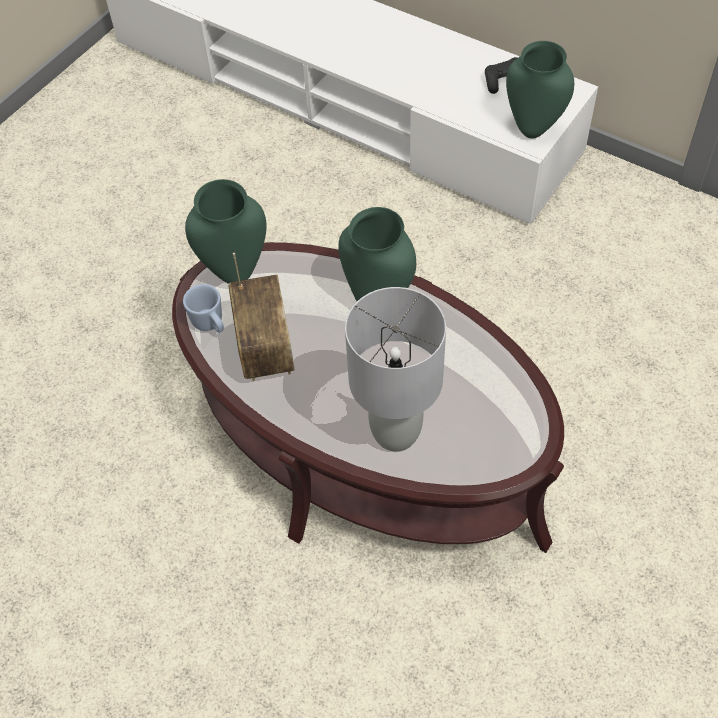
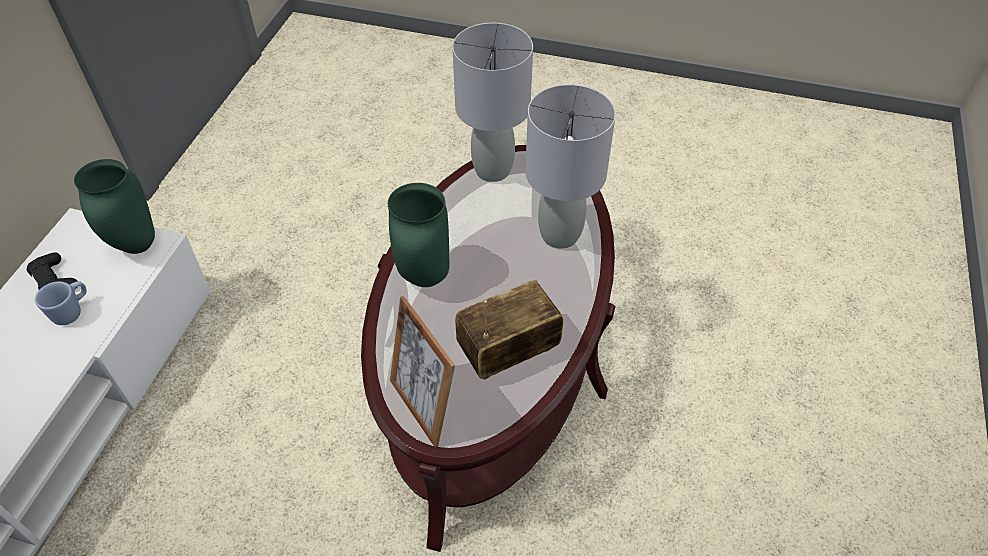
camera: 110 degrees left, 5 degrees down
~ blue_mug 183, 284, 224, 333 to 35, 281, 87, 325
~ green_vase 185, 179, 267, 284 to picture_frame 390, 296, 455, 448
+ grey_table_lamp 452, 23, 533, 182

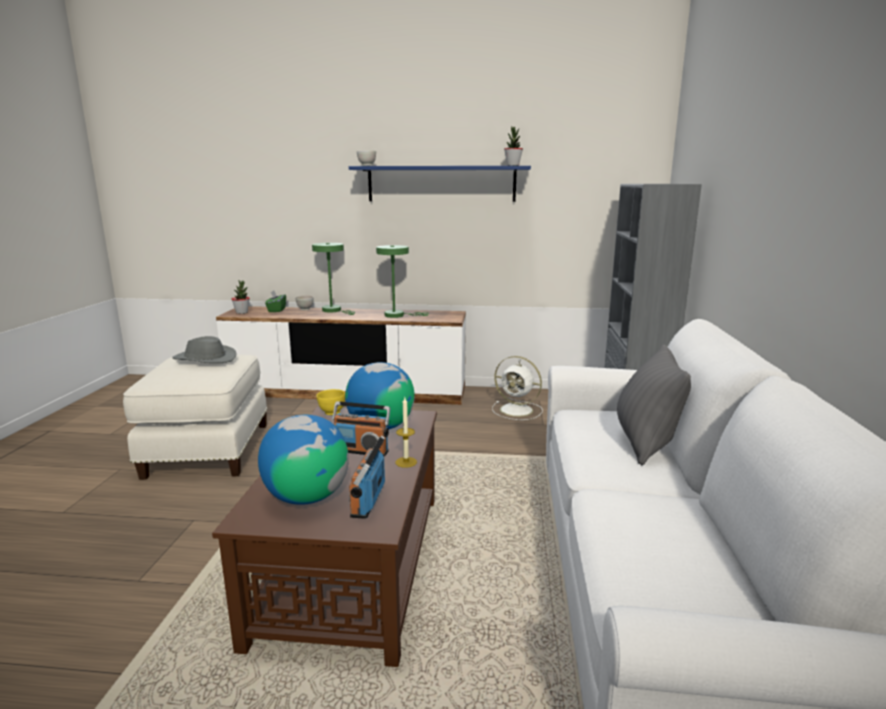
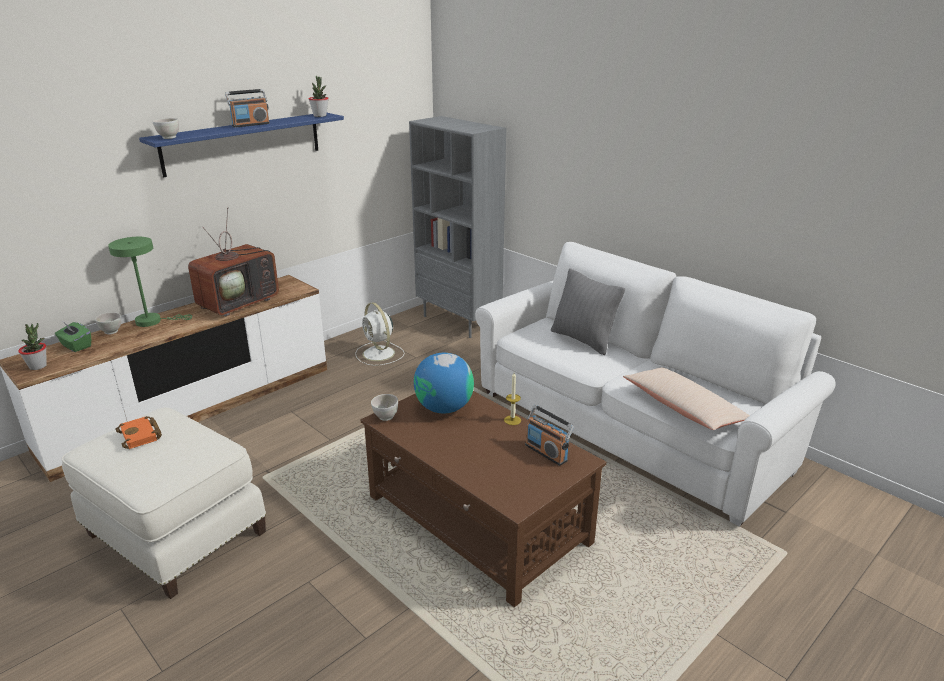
camera: 50 degrees left, 10 degrees up
~ grey_hat 172, 336, 237, 363 to orange_book 115, 416, 162, 449
- globe 258, 415, 349, 505
~ yellow_bowl 316, 389, 345, 415 to white_bowl 371, 394, 398, 421
~ radio 332, 401, 390, 457 to 225, 89, 270, 128
~ green_table_lamp 376, 245, 429, 318 to television 188, 207, 279, 316
~ white_fan 492, 356, 543, 420 = 355, 302, 405, 366 75 degrees clockwise
+ beige_pillow 623, 367, 750, 430

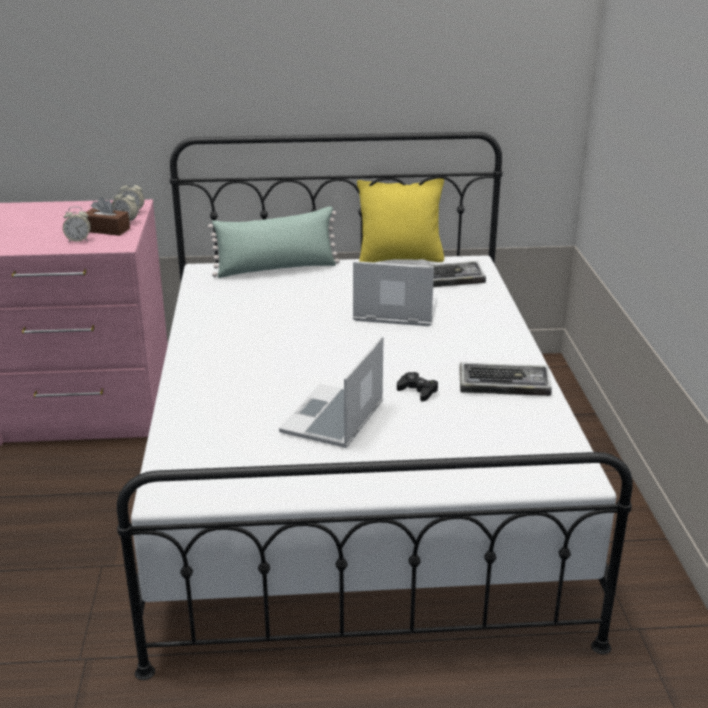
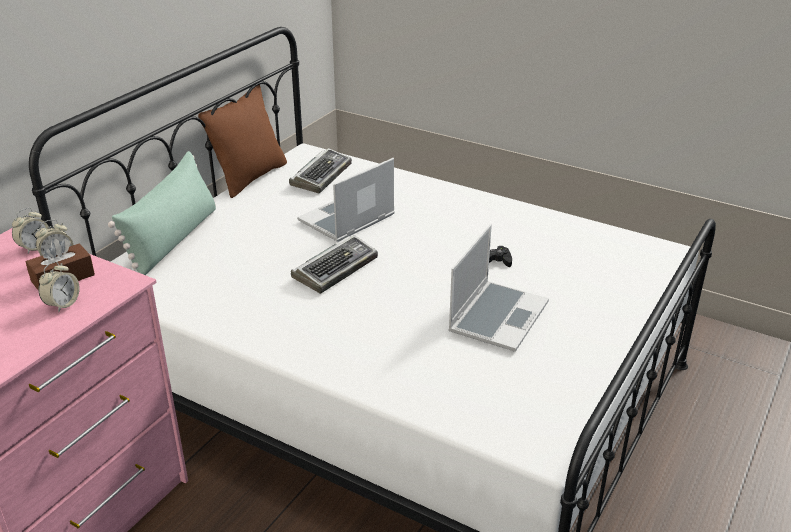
camera: 55 degrees left, 5 degrees up
~ laptop 279, 336, 384, 448 = 448, 225, 549, 352 120 degrees counterclockwise
~ yellow_pillow 357, 178, 444, 262 to brown_pillow 198, 85, 287, 198
~ keyboard 459, 362, 552, 396 to 291, 235, 378, 294

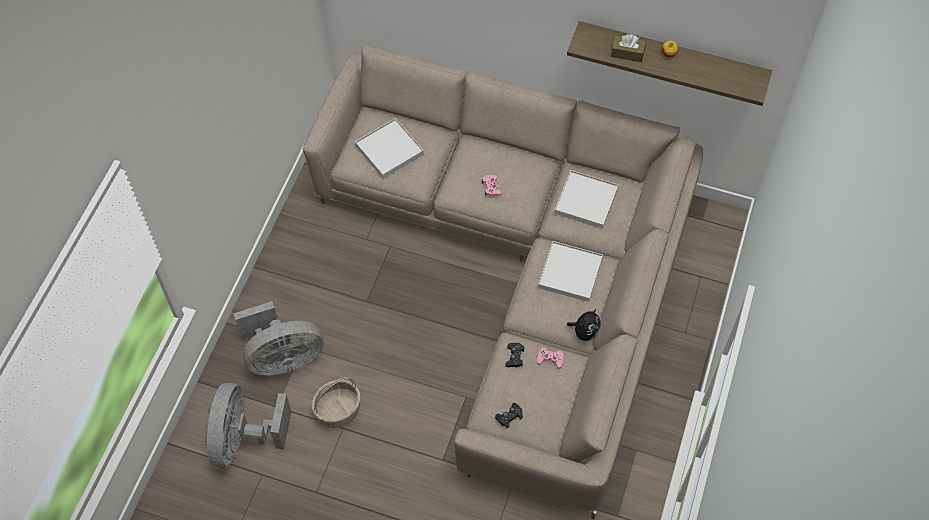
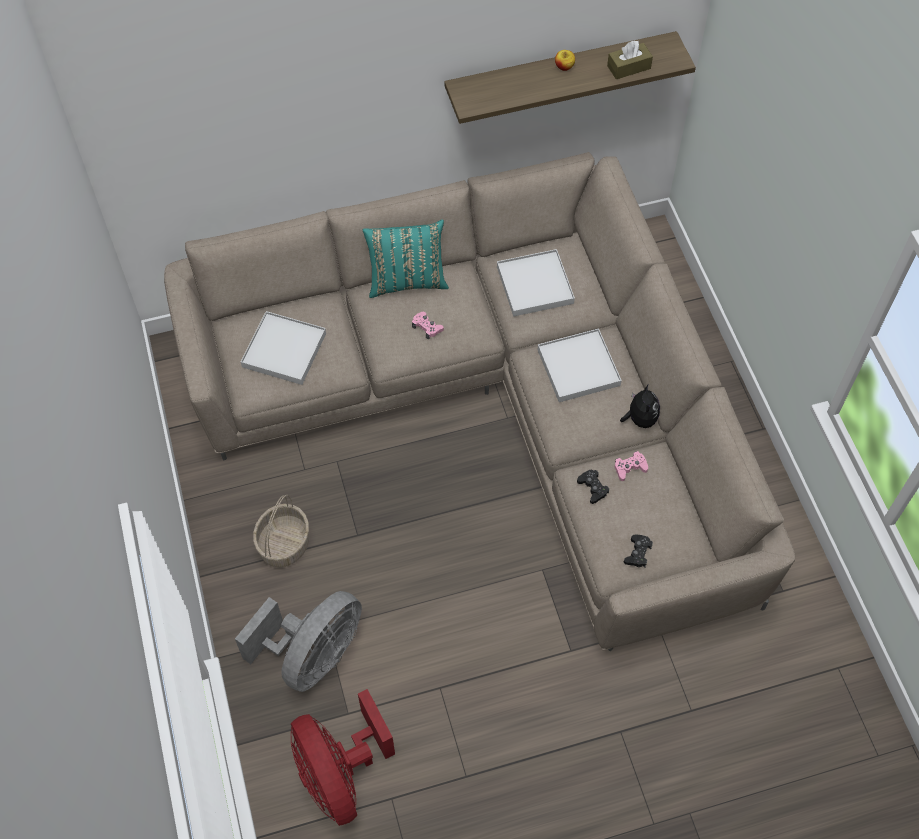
camera: 35 degrees left, 0 degrees up
~ grey_fan 205, 383, 292, 468 to red_fan 291, 689, 395, 826
~ basket 312, 377, 361, 428 to 253, 495, 309, 568
~ brown_tissue_box 611, 34, 646, 62 to 607, 41, 653, 79
+ turquoise_pillow 363, 219, 449, 298

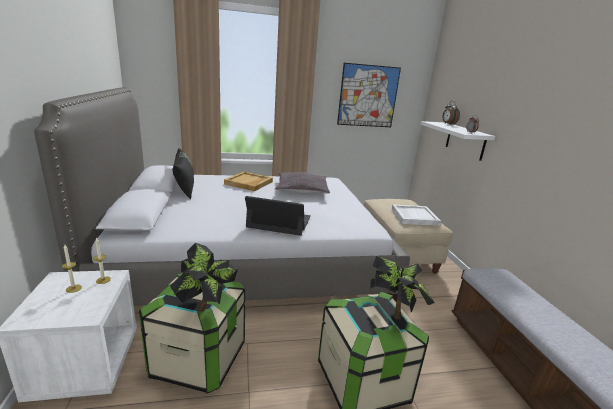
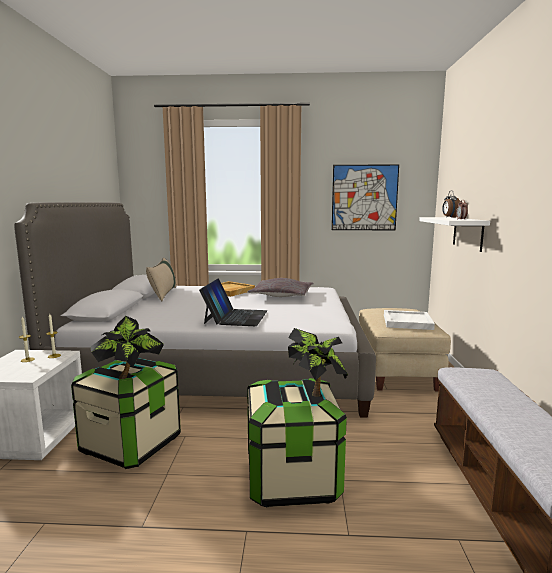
camera: 15 degrees right, 10 degrees down
~ black_pillow 173, 148, 194, 199 to beige_pillow 146, 258, 176, 301
~ laptop 245, 196, 311, 236 = 199, 278, 267, 326 75 degrees clockwise

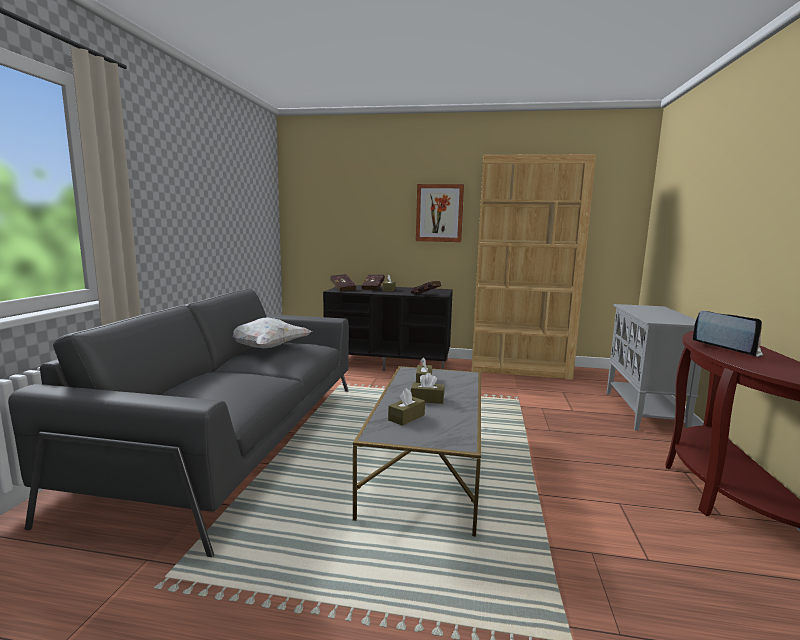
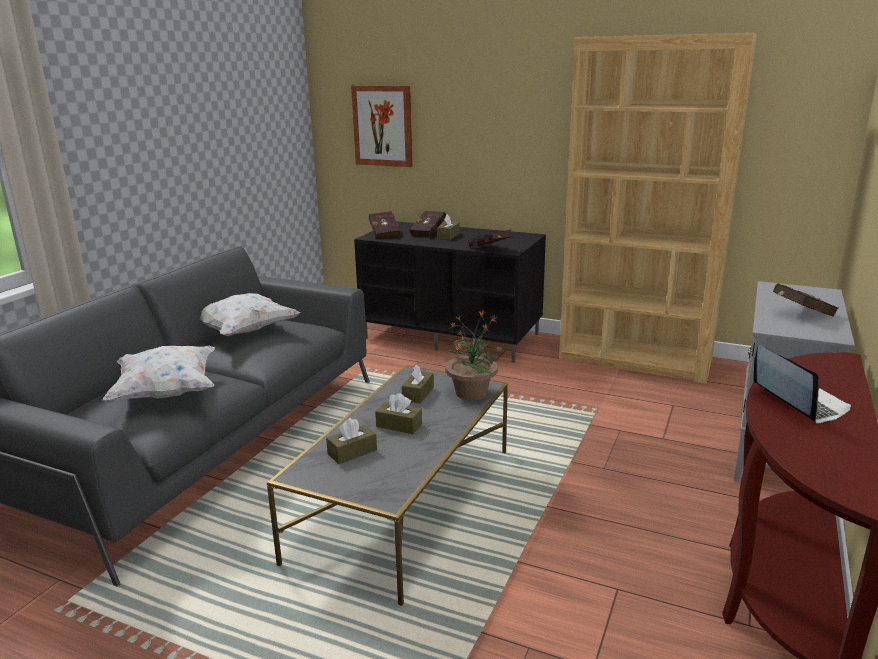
camera: 15 degrees right, 10 degrees up
~ picture 416, 184, 464, 242 to 351, 85, 413, 167
+ white_pillow 102, 345, 215, 403
+ potted_plant 445, 311, 505, 400
+ red_book 773, 283, 838, 317

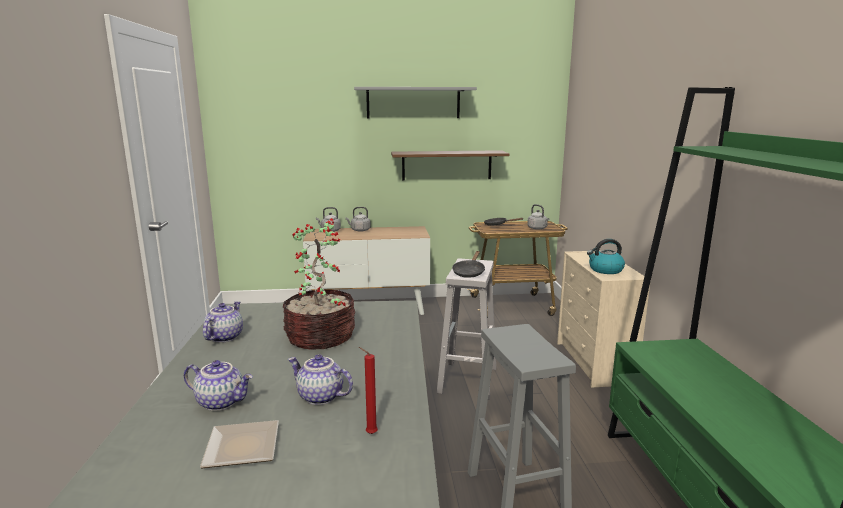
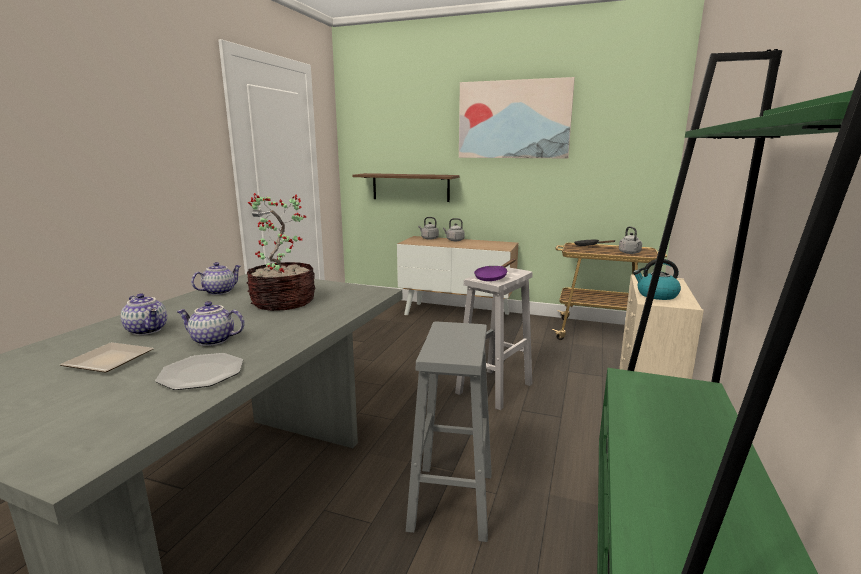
camera: 25 degrees right, 0 degrees up
~ teapot 288, 354, 353, 405 = 176, 301, 244, 346 45 degrees counterclockwise
~ grey_shelf 354, 87, 477, 118 to picture 459, 77, 575, 158
~ red_candle 359, 347, 378, 434 to plate 155, 353, 243, 390
~ brown_shelf 391, 150, 509, 181 to 352, 173, 460, 202
~ black_frying_pan 452, 251, 485, 278 to purple_frying_pan 474, 259, 515, 281

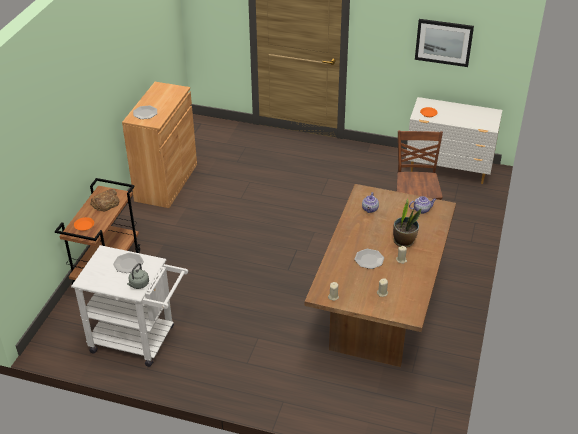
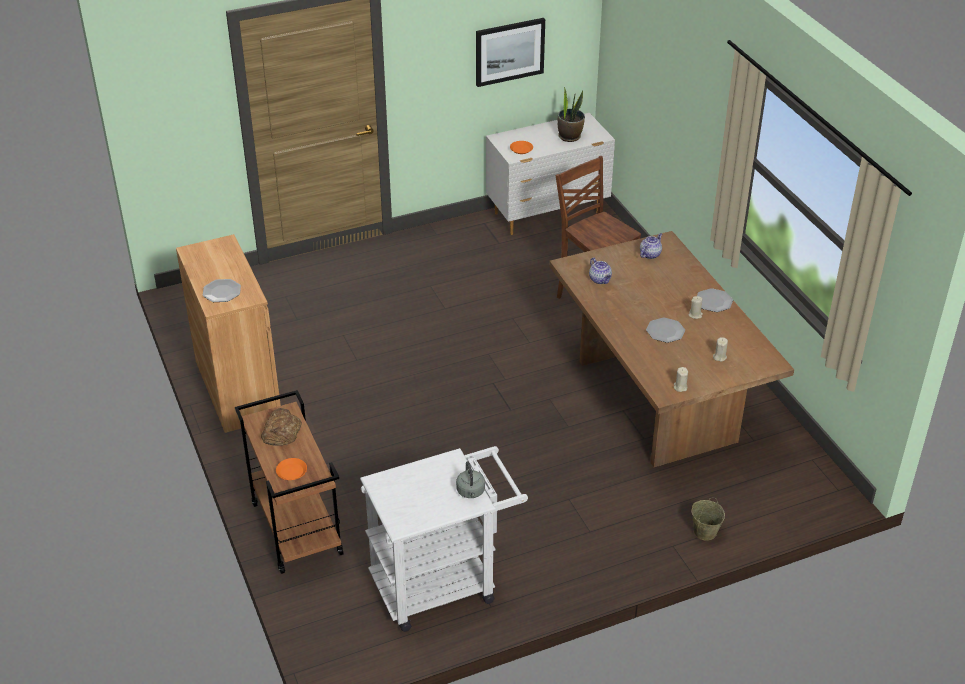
camera: 40 degrees left, 0 degrees up
~ plate 113, 253, 144, 273 to 697, 288, 733, 312
~ potted_plant 393, 198, 421, 247 to 558, 87, 585, 142
+ beige_bucket 691, 497, 725, 541

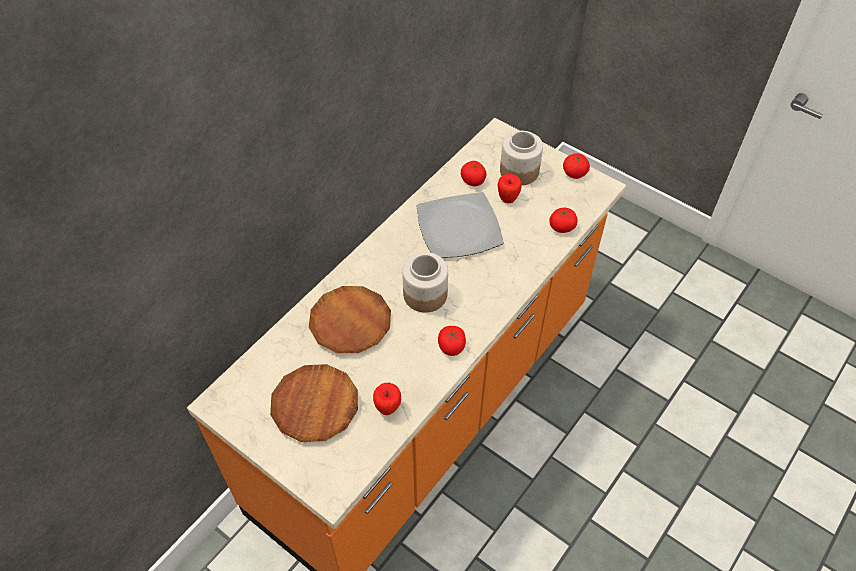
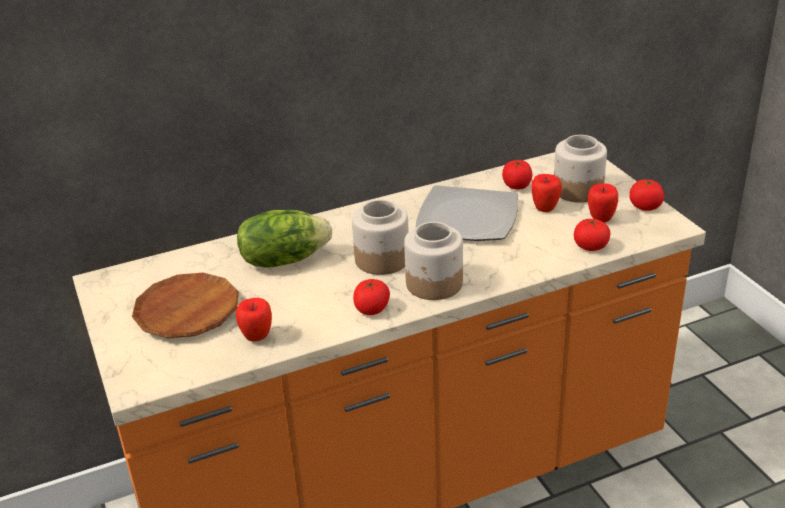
camera: 30 degrees right, 20 degrees down
~ brown_plate 309, 286, 391, 353 to lettuce 237, 210, 332, 268
+ jar 404, 222, 463, 300
+ apple 588, 184, 618, 222

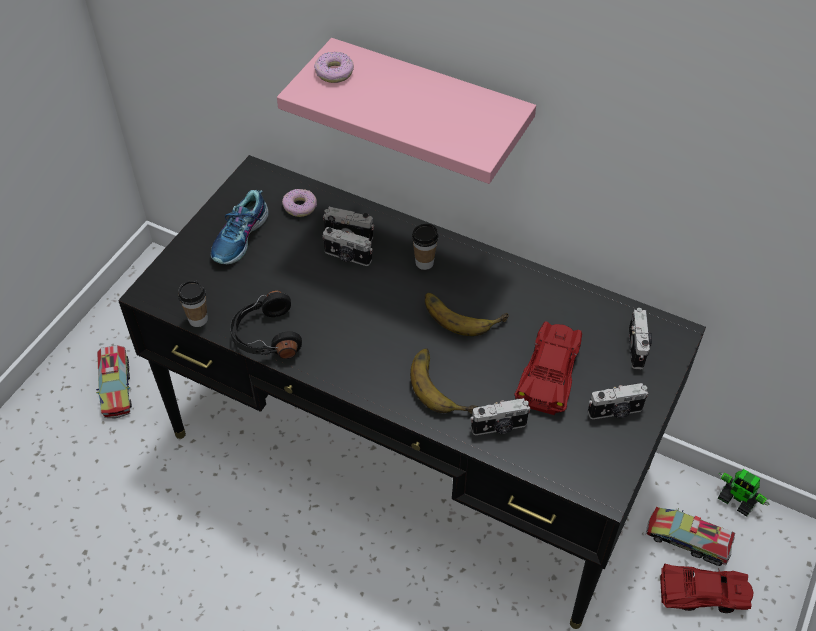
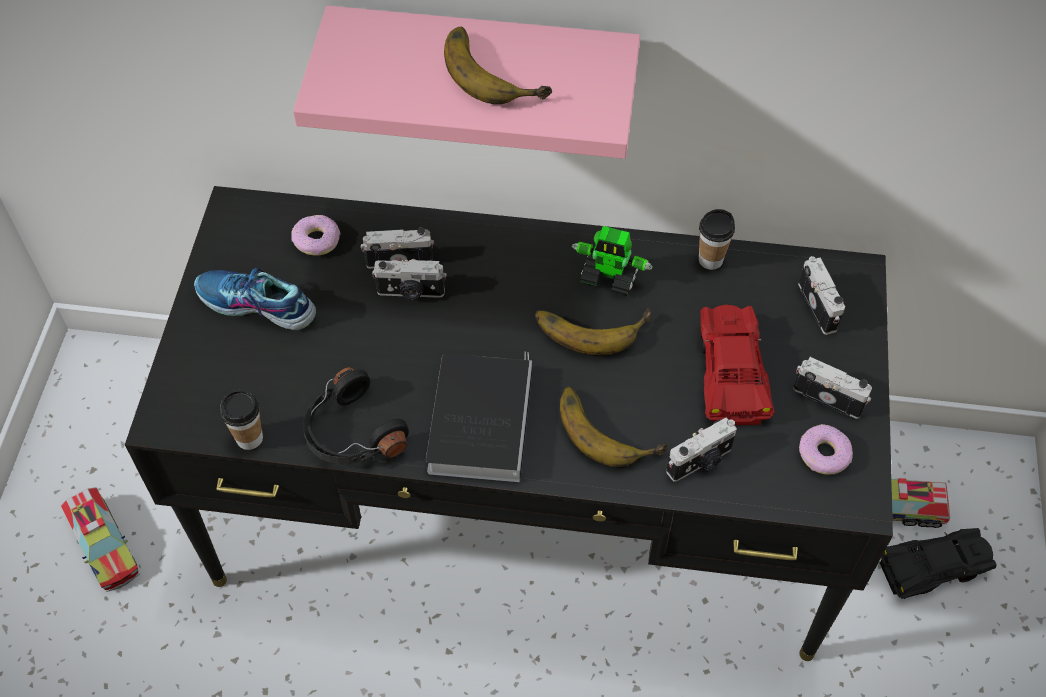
camera: 20 degrees left, 5 degrees up
~ shoe 211, 190, 269, 264 = 194, 268, 316, 330 105 degrees clockwise
~ donut 314, 52, 354, 83 to 799, 424, 853, 475
~ cup 412, 224, 438, 270 to 699, 209, 735, 270
~ photo_camera 588, 383, 648, 419 = 793, 357, 872, 419 120 degrees counterclockwise
~ red_toy_car 660, 564, 753, 613 to black_toy_car 880, 528, 997, 599
~ toy_robot 718, 469, 770, 517 to 572, 226, 653, 296
+ book 426, 352, 532, 482
+ banana 444, 27, 552, 104

